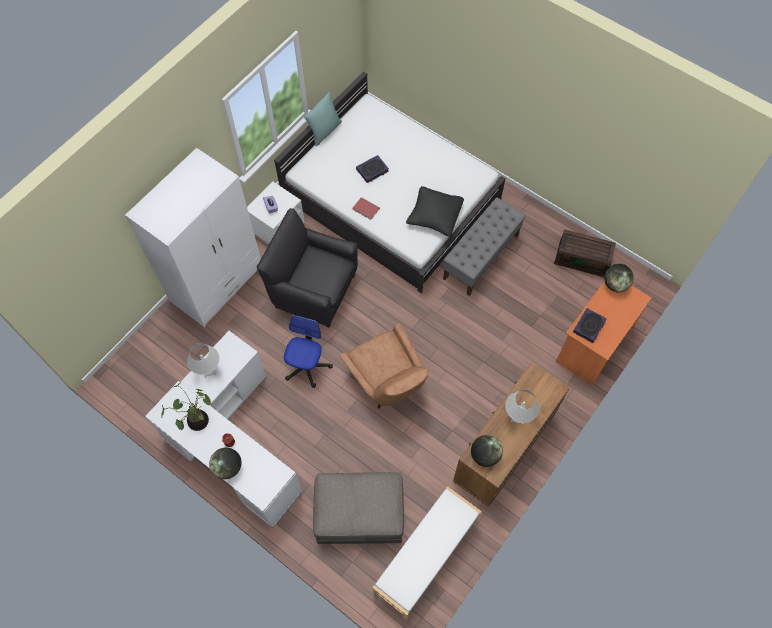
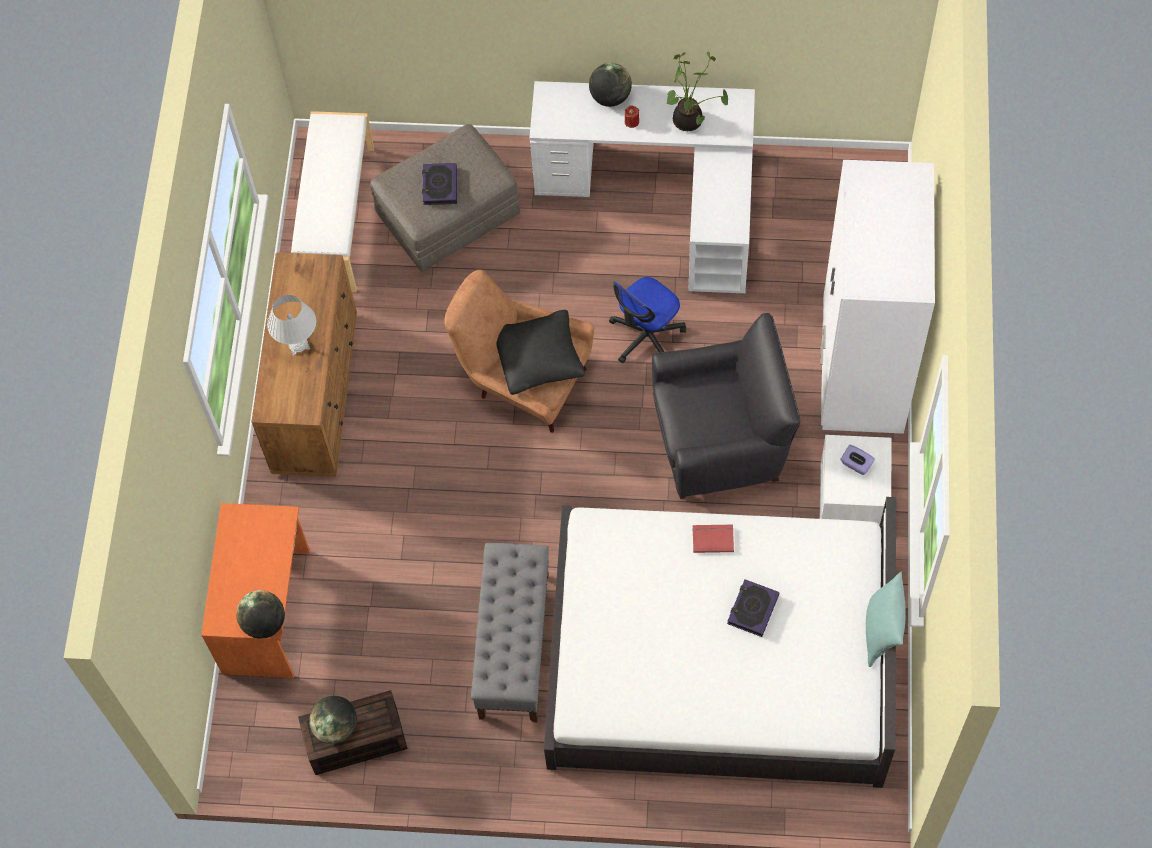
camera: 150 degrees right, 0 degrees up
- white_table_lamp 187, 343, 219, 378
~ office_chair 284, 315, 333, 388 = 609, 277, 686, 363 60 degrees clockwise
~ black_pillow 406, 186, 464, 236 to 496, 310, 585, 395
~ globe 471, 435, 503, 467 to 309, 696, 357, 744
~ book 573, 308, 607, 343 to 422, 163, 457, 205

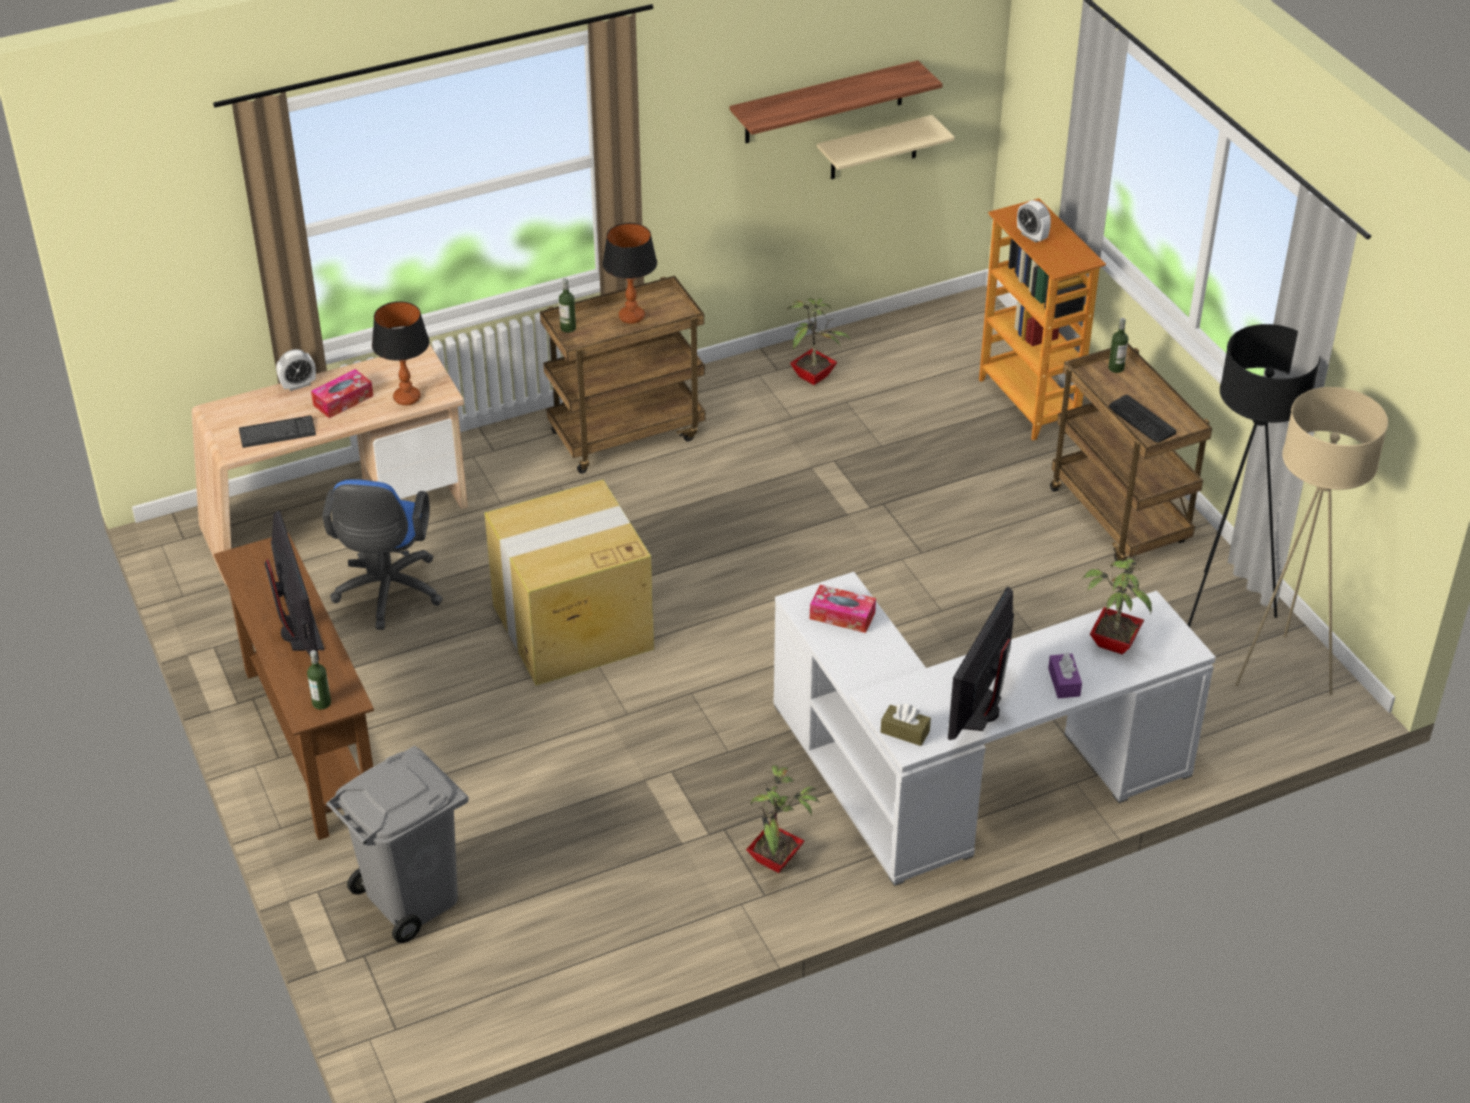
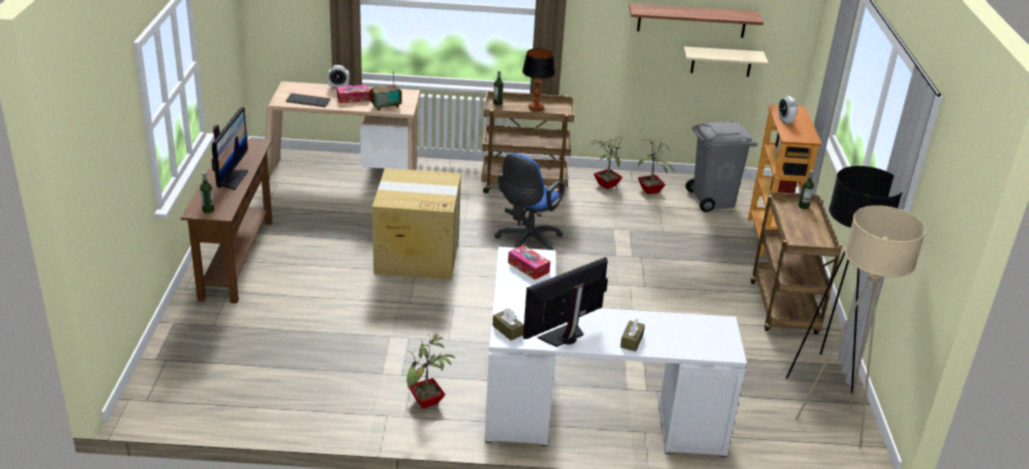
camera: 25 degrees right, 10 degrees down
~ blue_office_chair 322, 479, 443, 630 to 495, 153, 564, 250
~ grey_trash_can 326, 746, 469, 943 to 686, 121, 758, 212
~ table_lamp 372, 301, 429, 405 to radio 370, 70, 402, 111
~ purple_tissue_box 1048, 652, 1082, 698 to brown_tissue_box 620, 319, 645, 352
~ potted_plant 1081, 546, 1152, 655 to 590, 136, 624, 189
- keyboard 1109, 394, 1176, 443

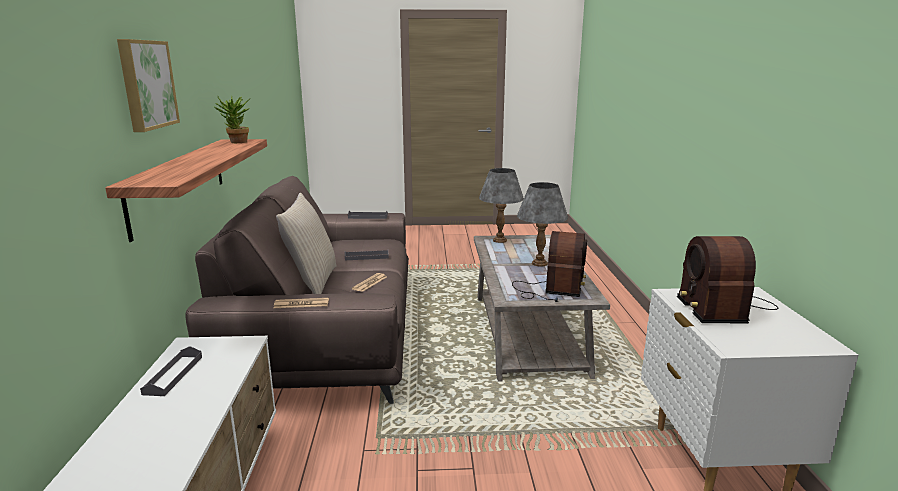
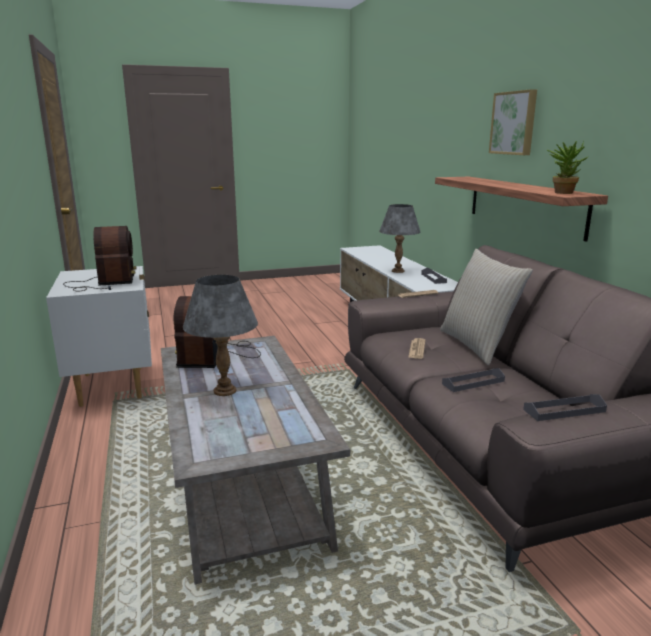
camera: 165 degrees right, 0 degrees up
~ grey_table_lamp 479, 168, 524, 243 to 379, 204, 421, 273

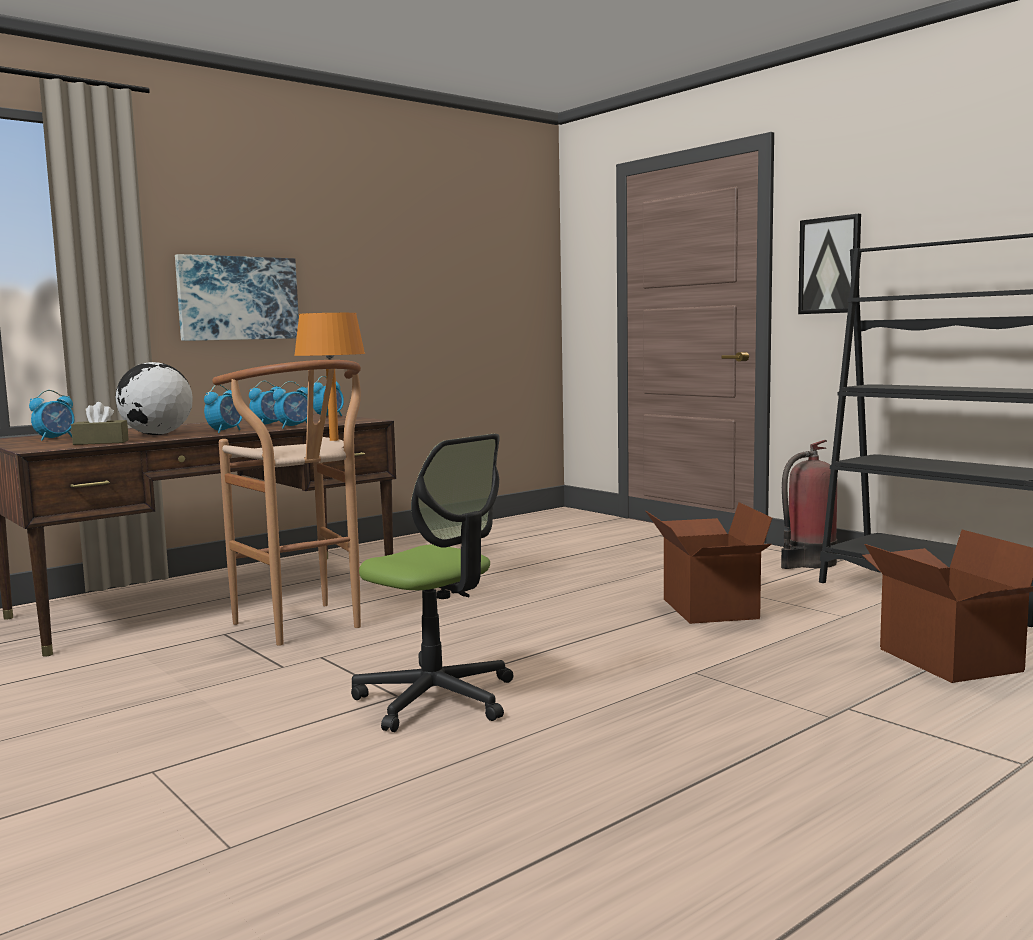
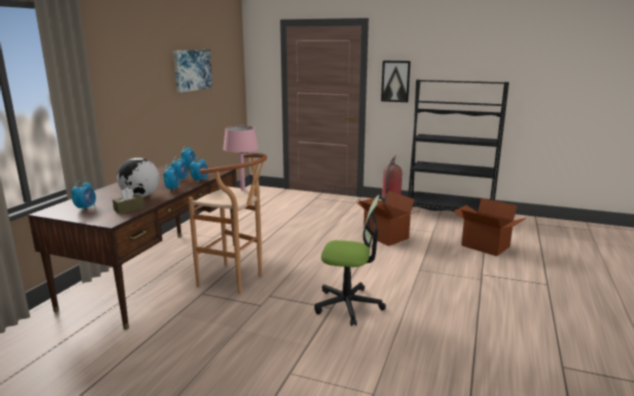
camera: 30 degrees left, 10 degrees up
~ picture 175, 254, 299, 341 to 173, 50, 213, 93
~ orange_table_lamp 294, 313, 365, 441 to pink_table_lamp 223, 126, 259, 191

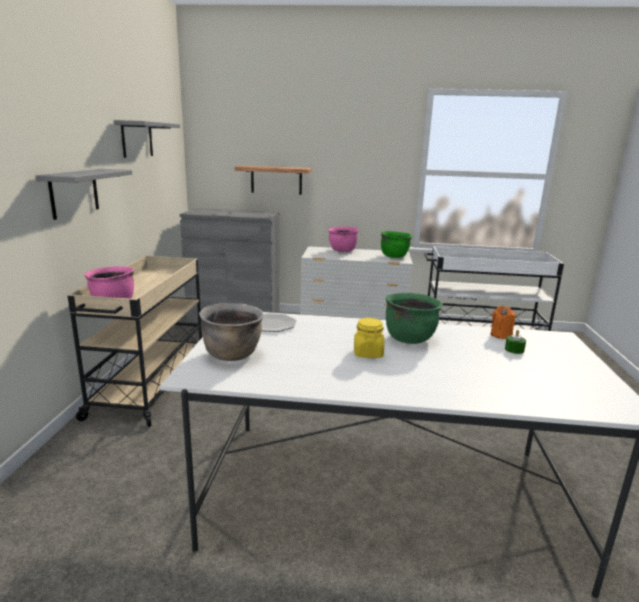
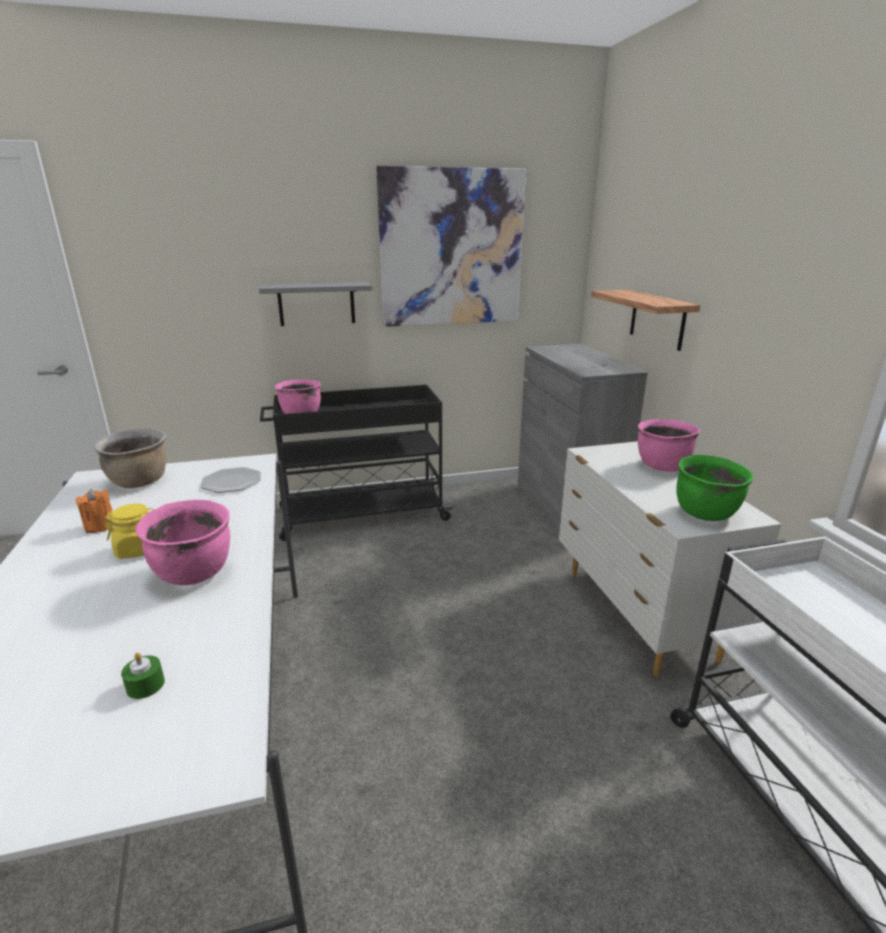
camera: 70 degrees right, 5 degrees up
~ beige_cart 68, 256, 202, 427 to black_cart 260, 385, 453, 541
~ grey_shelf 114, 120, 180, 158 to picture 376, 166, 526, 327
~ green_cooking_pot 386, 293, 443, 344 to pink_cooking_pot 135, 500, 230, 585
~ orange_candle 491, 306, 516, 339 to 76, 489, 112, 533

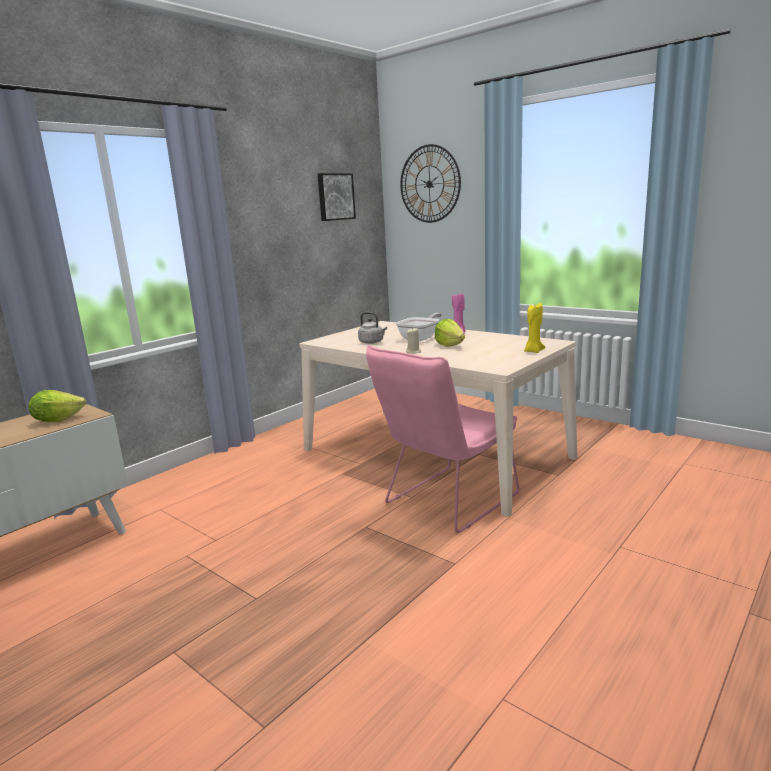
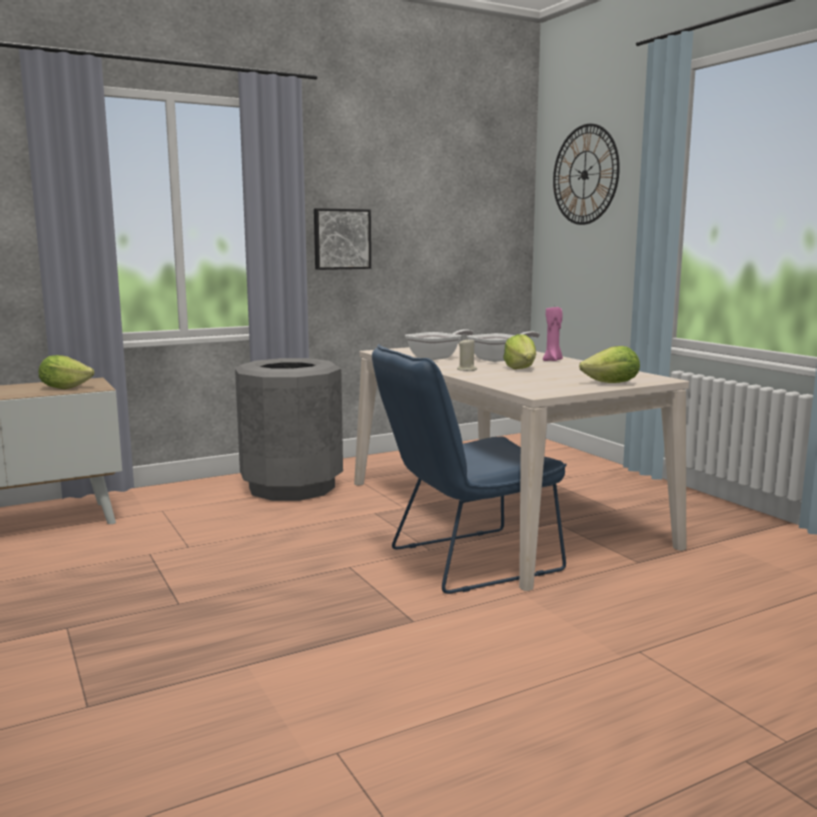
camera: 20 degrees right, 5 degrees down
~ picture 318, 173, 356, 221 to 314, 208, 371, 270
~ grey_kettle 358, 312, 387, 344 to frying_pan 405, 329, 473, 360
~ pink_chair 366, 345, 519, 533 to blue_chair 372, 344, 567, 594
~ yellow_candle 524, 303, 545, 353 to lettuce 579, 346, 640, 383
+ grey_trash_can 235, 358, 343, 501

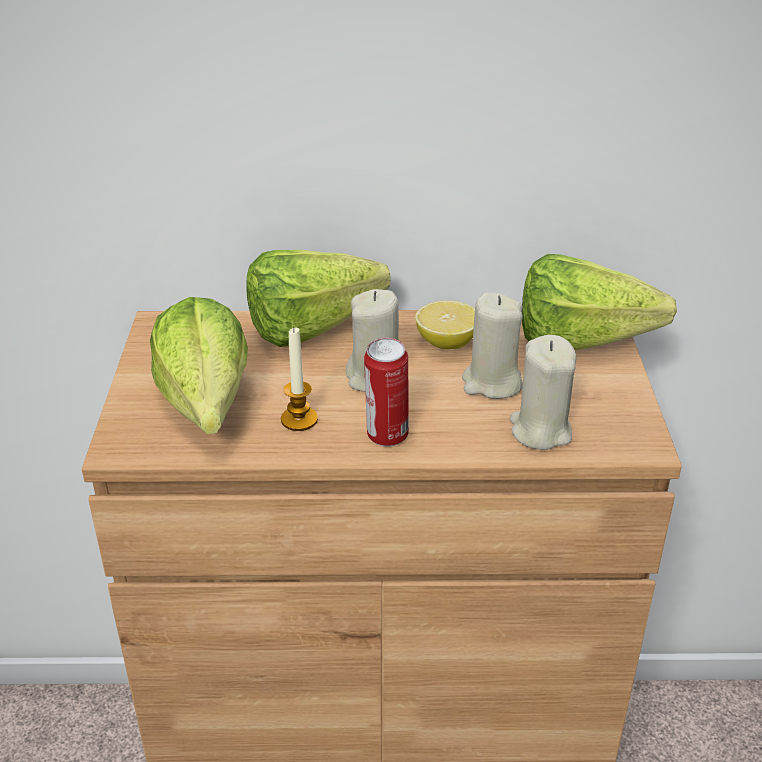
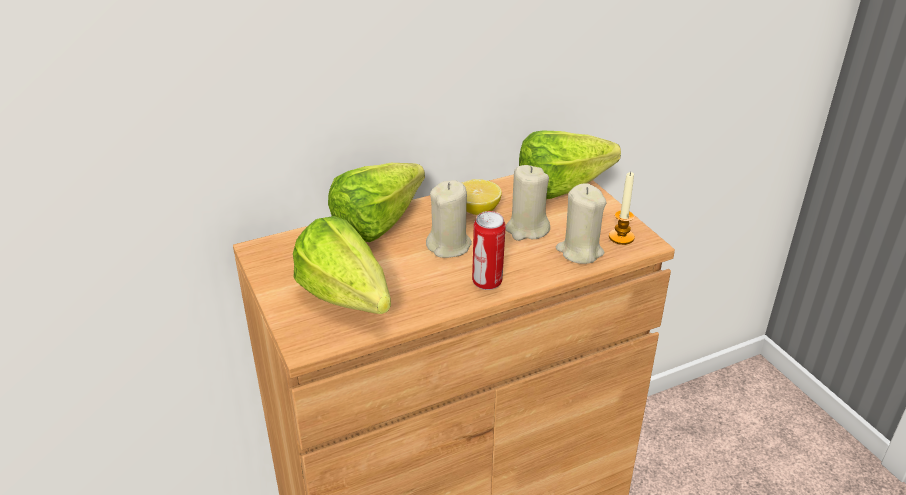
camera: 25 degrees left, 0 degrees up
~ candle 281, 327, 318, 431 to 609, 172, 635, 245

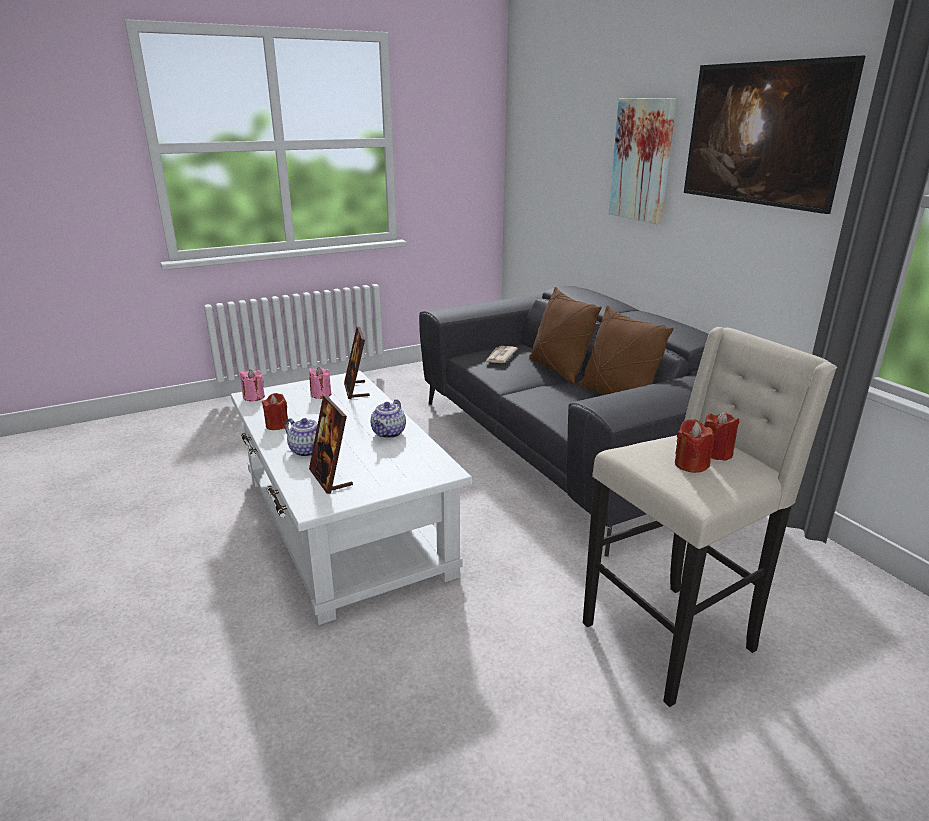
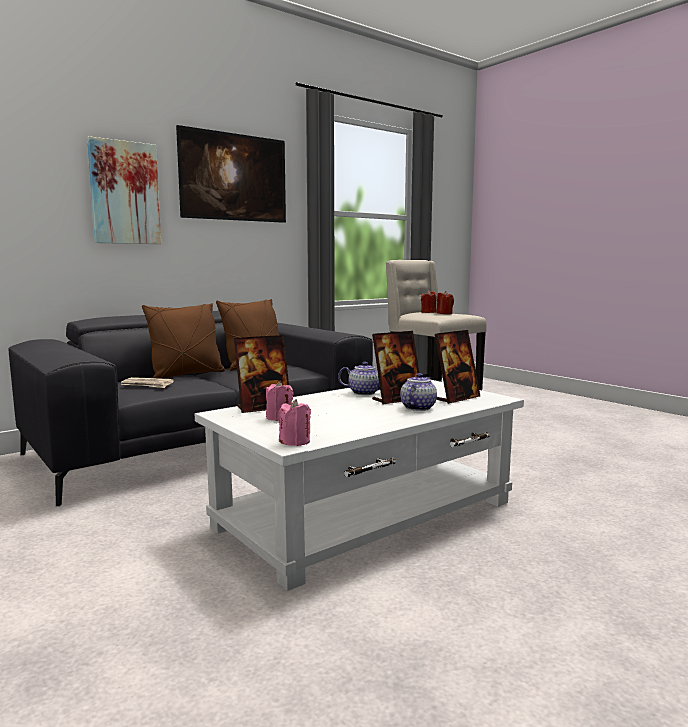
camera: 100 degrees left, 15 degrees down
- red_candle 262, 393, 289, 430
+ picture_frame 372, 331, 419, 404

